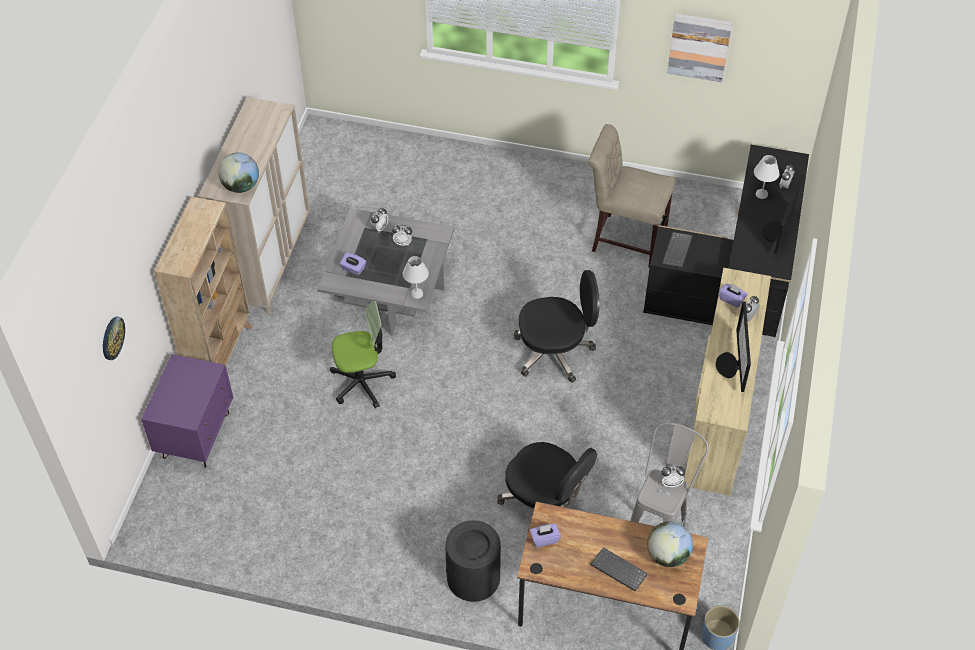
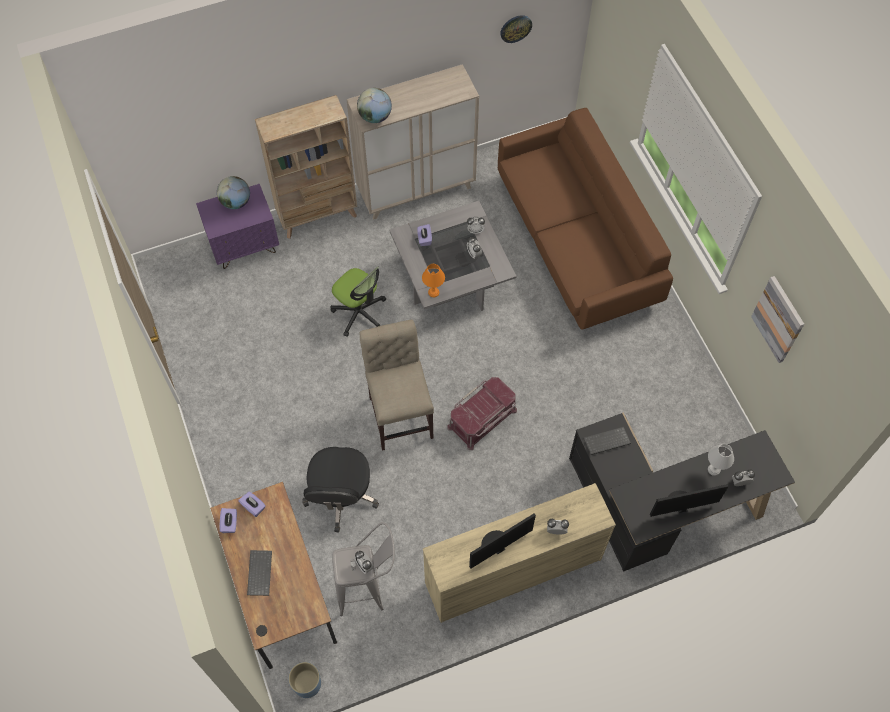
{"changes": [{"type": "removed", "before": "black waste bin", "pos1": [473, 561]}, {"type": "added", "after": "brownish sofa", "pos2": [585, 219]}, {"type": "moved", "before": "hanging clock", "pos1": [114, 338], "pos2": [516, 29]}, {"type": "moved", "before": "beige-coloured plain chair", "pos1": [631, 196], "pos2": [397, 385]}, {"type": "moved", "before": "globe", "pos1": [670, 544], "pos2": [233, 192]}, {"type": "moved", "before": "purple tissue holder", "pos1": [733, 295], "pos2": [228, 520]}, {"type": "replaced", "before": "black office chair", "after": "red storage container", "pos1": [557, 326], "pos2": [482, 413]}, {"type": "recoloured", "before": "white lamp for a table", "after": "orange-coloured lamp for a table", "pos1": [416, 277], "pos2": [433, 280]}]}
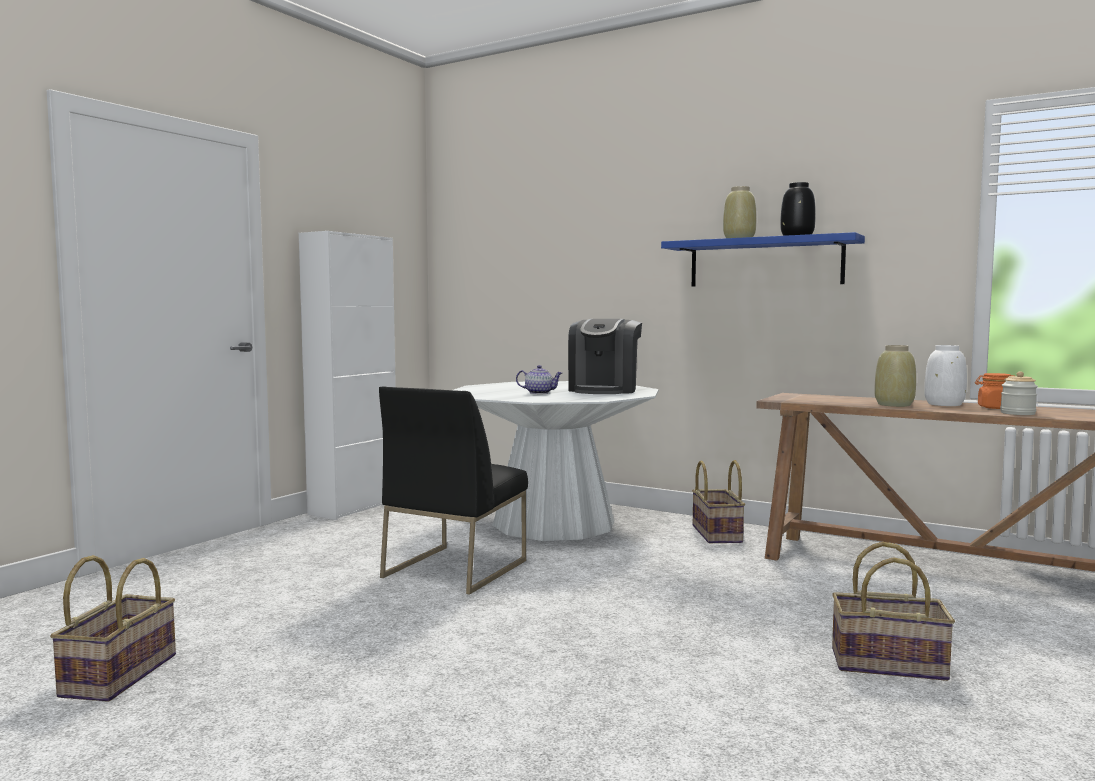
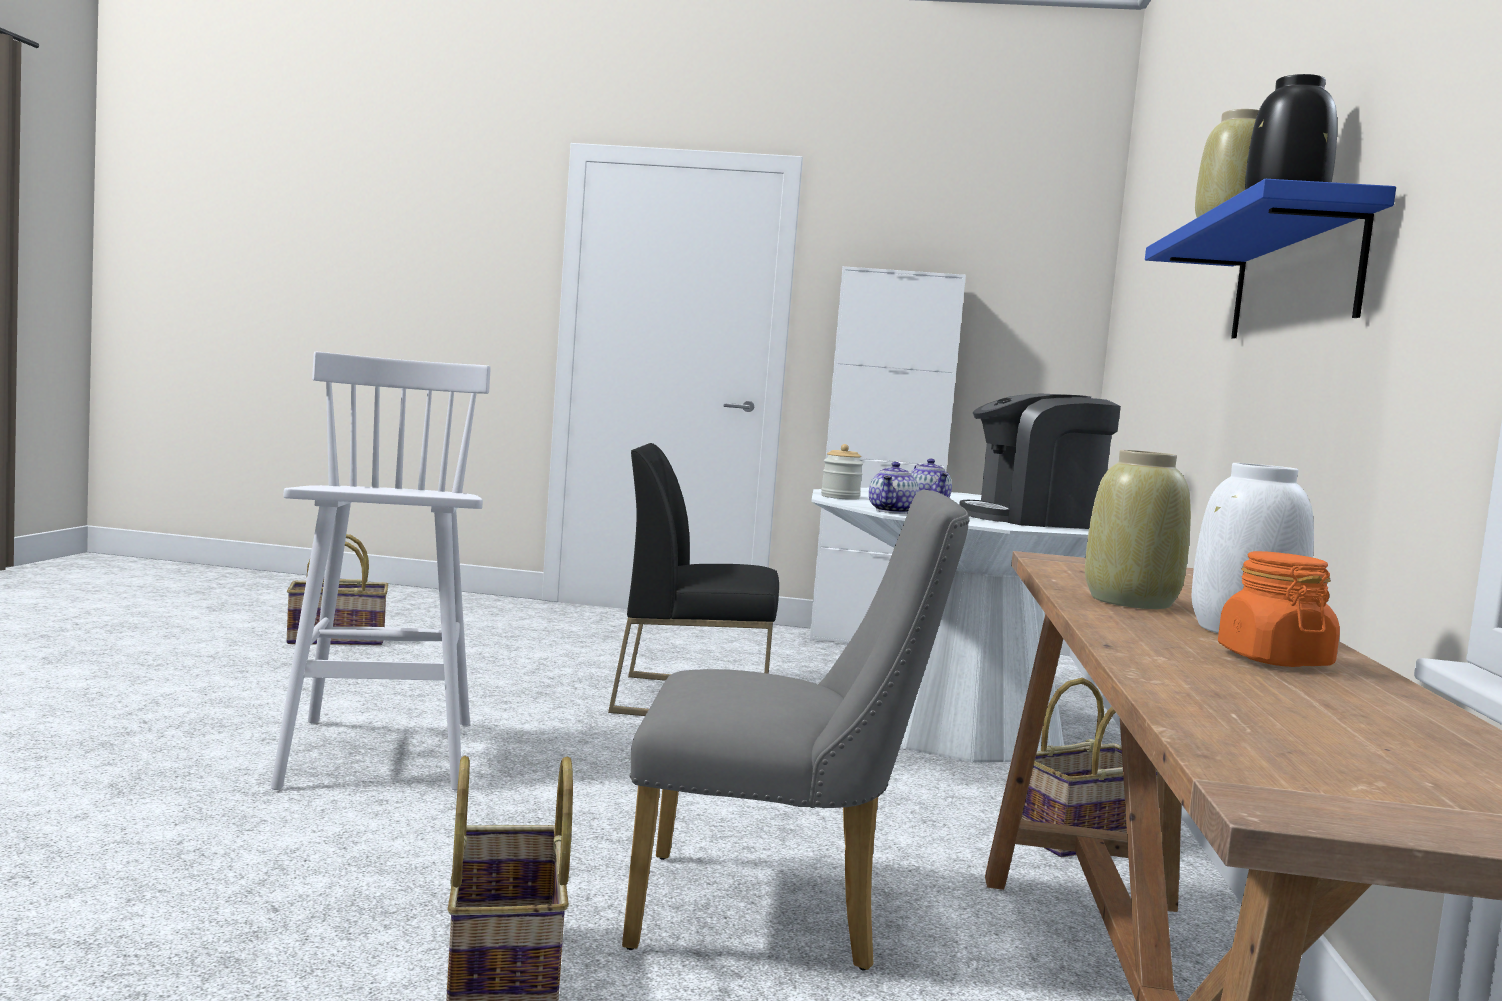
{"changes": [{"type": "added", "after": "white sitting stool", "pos2": [381, 571]}, {"type": "added", "after": "grey plain chair", "pos2": [796, 730]}, {"type": "added", "after": "pot for tea", "pos2": [894, 488]}, {"type": "moved", "before": "jar", "pos1": [1019, 393], "pos2": [842, 472]}]}
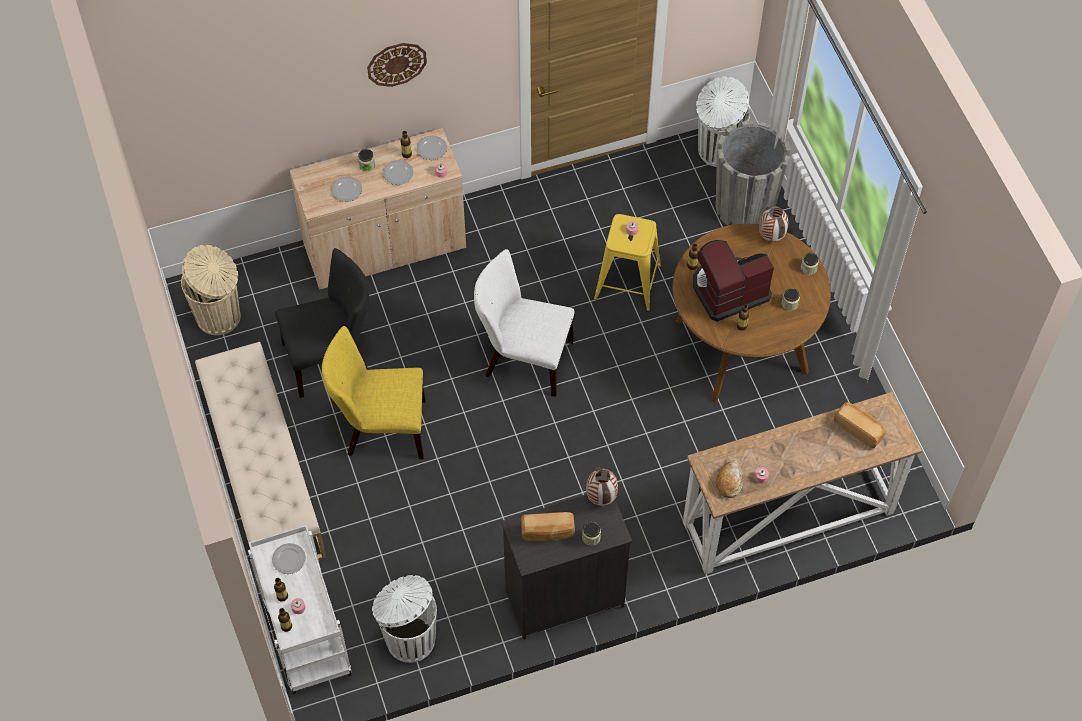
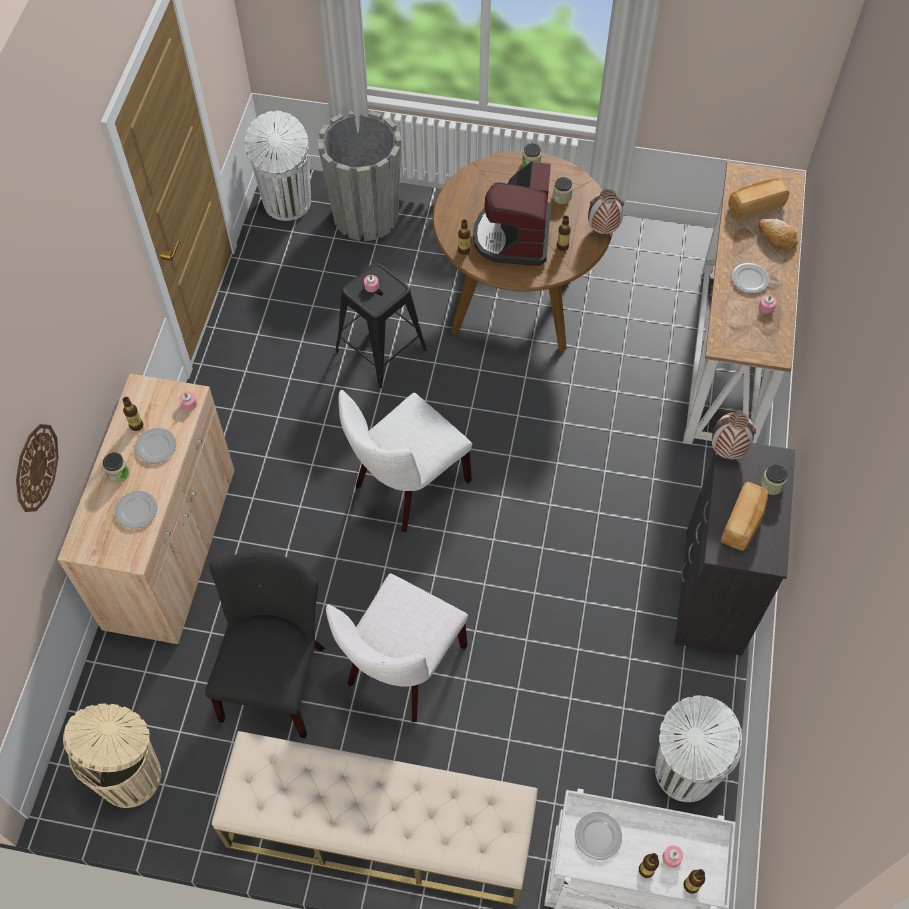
{"changes": [{"type": "moved", "before": "hanging clock", "pos1": [397, 65], "pos2": [37, 468]}, {"type": "moved", "before": "flat dish", "pos1": [432, 148], "pos2": [750, 278]}, {"type": "moved", "before": "bread", "pos1": [730, 479], "pos2": [778, 234]}, {"type": "moved", "before": "decorative vase", "pos1": [773, 224], "pos2": [606, 211]}, {"type": "recoloured", "before": "yellowish plain chair", "after": "white plain chair", "pos1": [373, 392], "pos2": [397, 647]}, {"type": "recoloured", "before": "yellowish sitting stool", "after": "black sitting stool", "pos1": [627, 262], "pos2": [381, 325]}]}
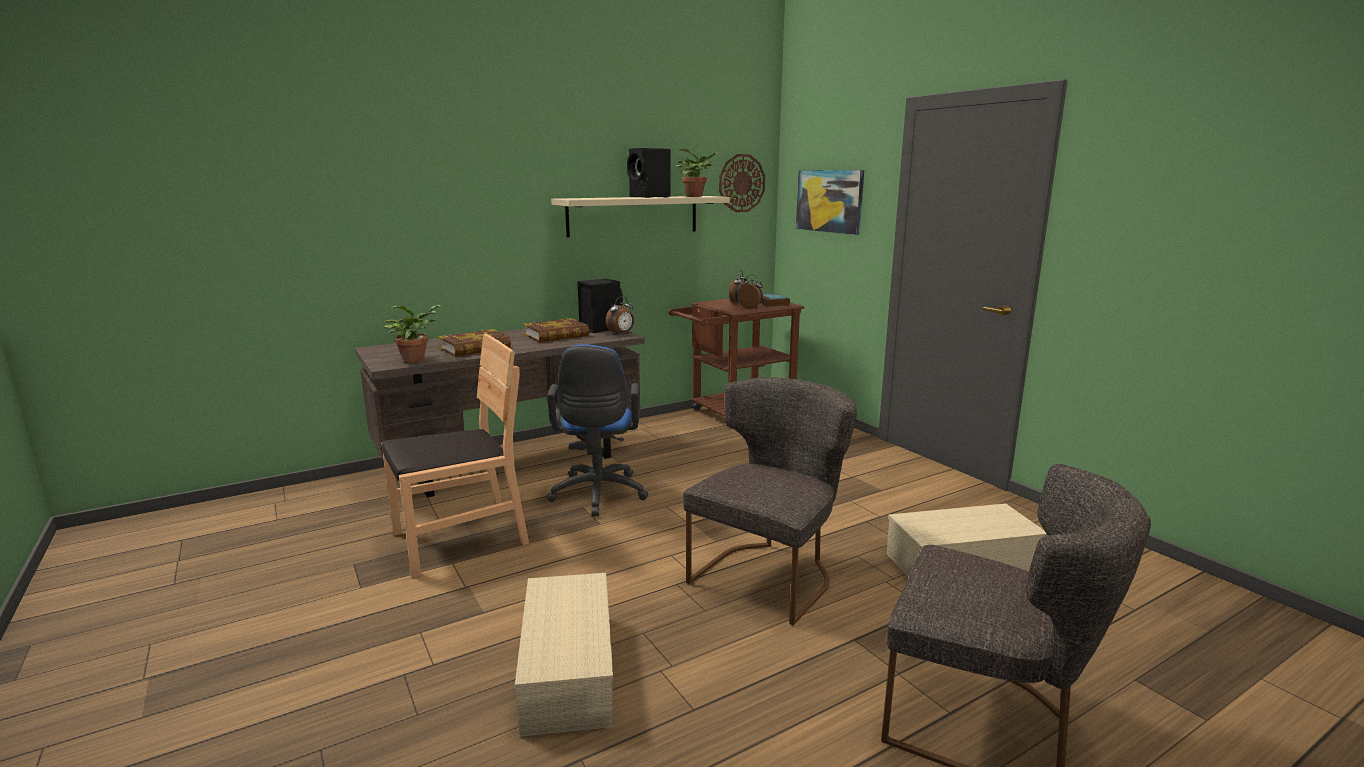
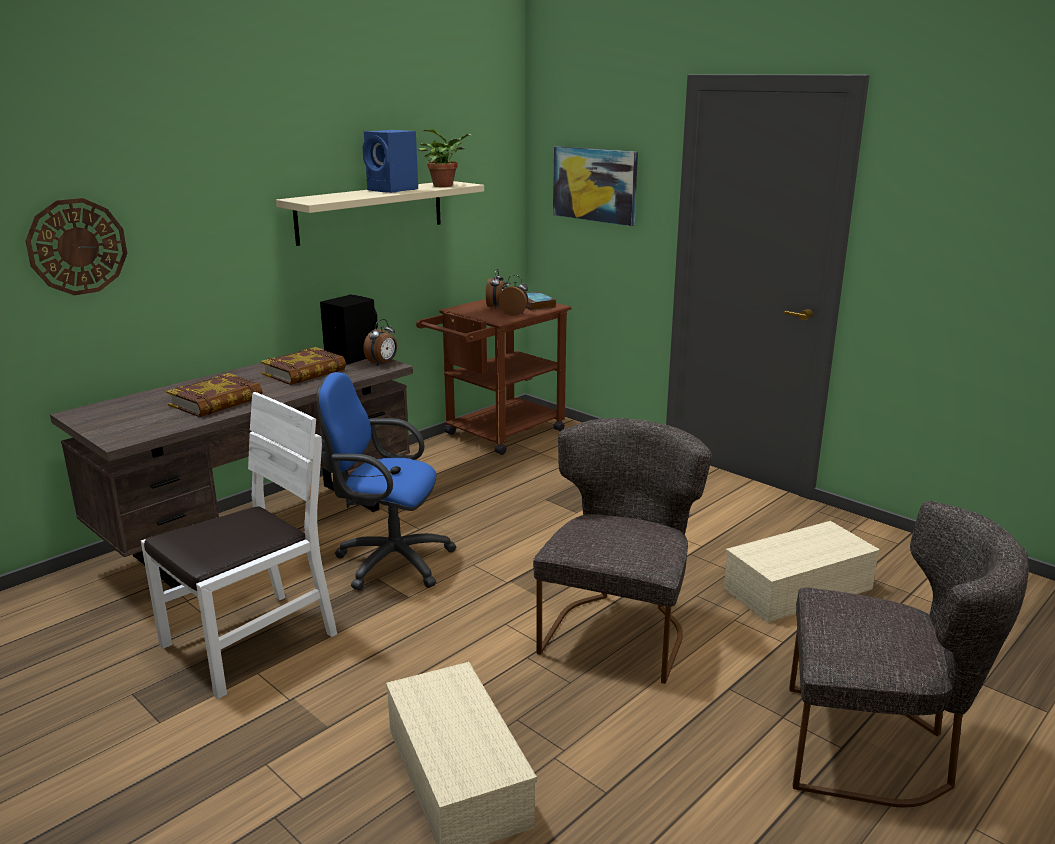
{"changes": [{"type": "removed", "before": "houseplant", "pos1": [413, 334]}, {"type": "moved", "before": "hanging clock", "pos1": [742, 183], "pos2": [76, 247]}, {"type": "recoloured", "before": "brownish plain chair", "after": "white plain chair", "pos1": [455, 456], "pos2": [239, 545]}, {"type": "recoloured", "before": "black speaker", "after": "bluish speaker", "pos1": [649, 173], "pos2": [390, 161]}, {"type": "turned", "before": "bluish office chair", "pos1": [597, 430], "pos2": [386, 481], "turn": 120}]}
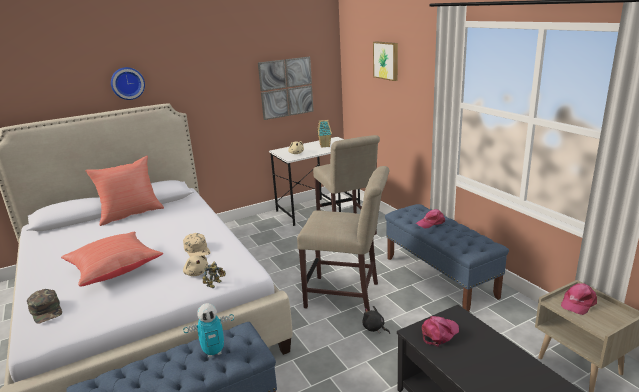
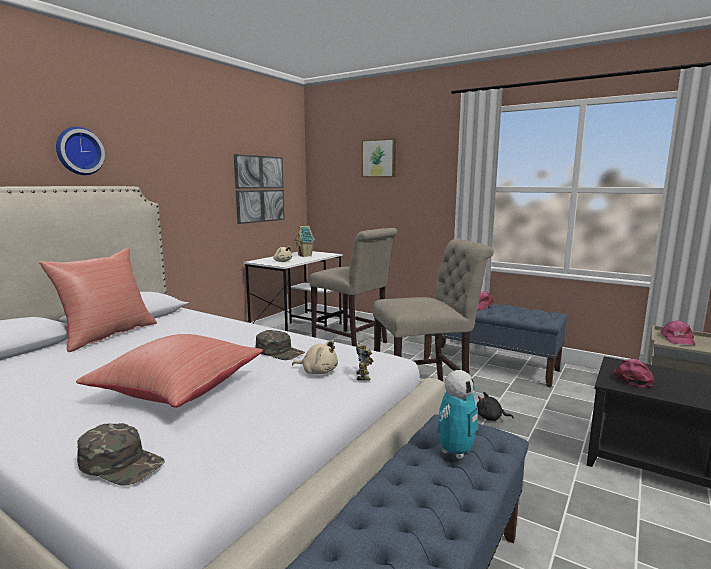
{"changes": [{"type": "recoloured", "before": "beige-coloured peaked cap", "after": "green peaked cap", "pos1": [197, 245], "pos2": [280, 345]}]}
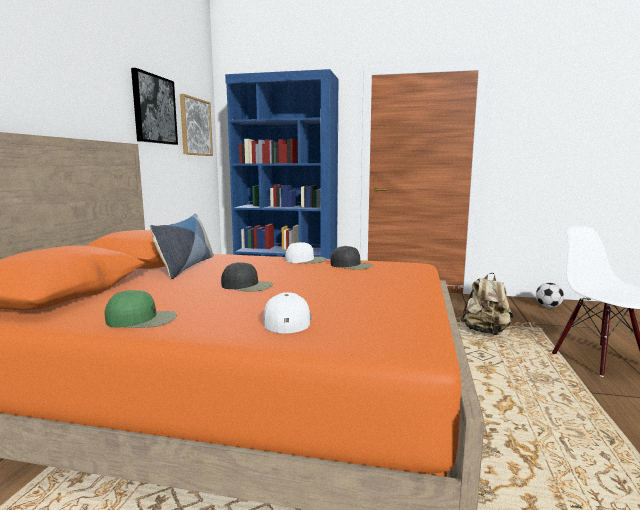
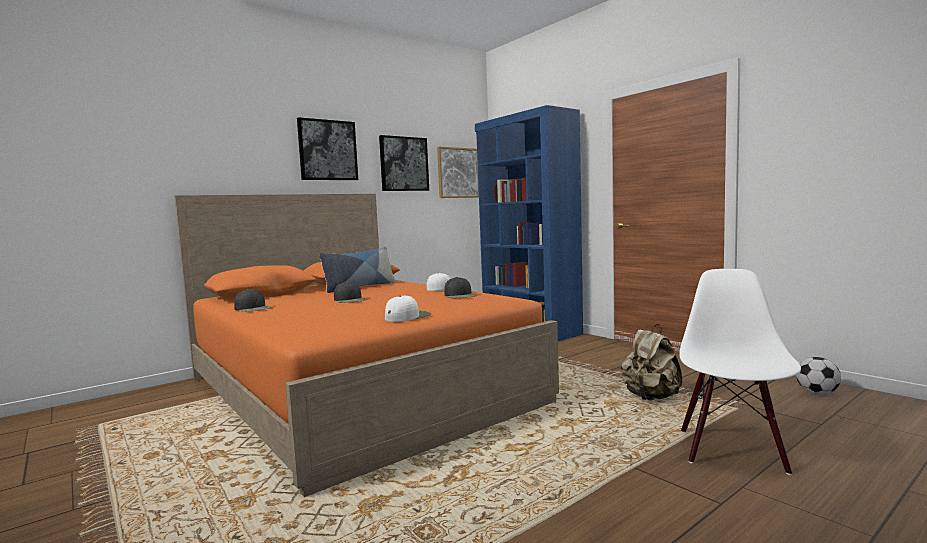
{"changes": [{"type": "added", "after": "wall art", "pos2": [327, 148]}, {"type": "moved", "before": "white peaked cap", "pos1": [287, 313], "pos2": [408, 309]}, {"type": "recoloured", "before": "green peaked cap", "after": "black peaked cap", "pos1": [141, 309], "pos2": [253, 300]}]}
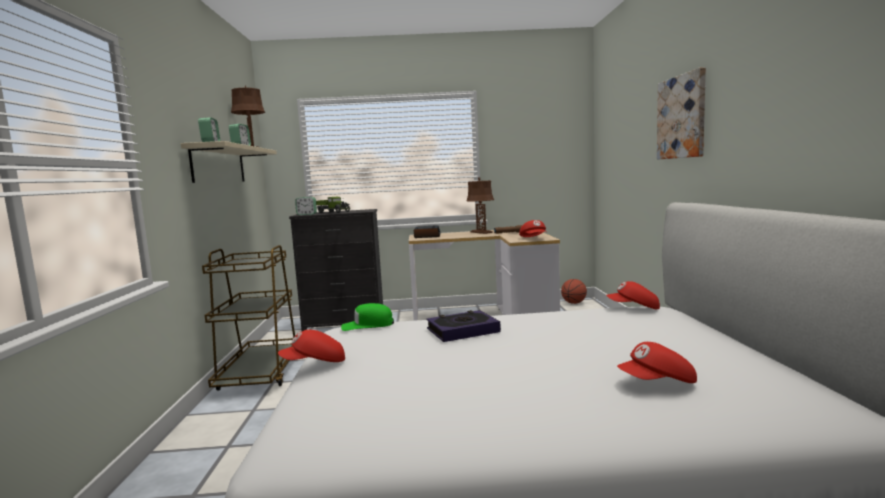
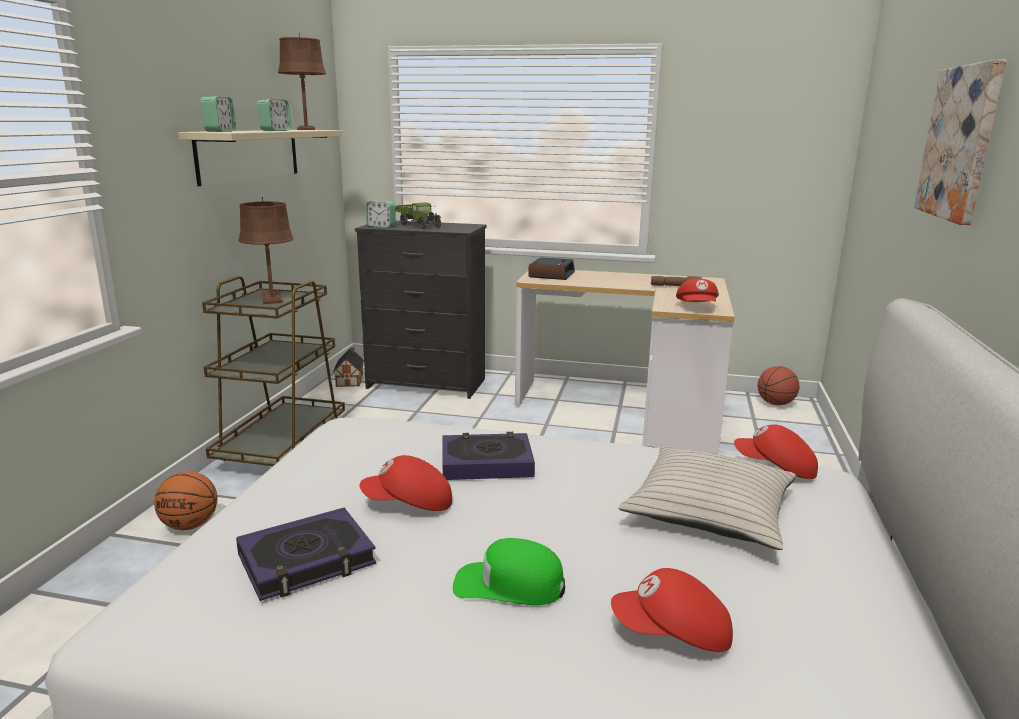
{"changes": [{"type": "added", "after": "basketball ball", "pos2": [186, 500]}, {"type": "added", "after": "bound book", "pos2": [306, 554]}, {"type": "added", "after": "toy house", "pos2": [348, 367]}, {"type": "added", "after": "beige-coloured throw pillow", "pos2": [707, 497]}, {"type": "moved", "before": "red peaked cap", "pos1": [311, 346], "pos2": [406, 483]}, {"type": "moved", "before": "green peaked cap", "pos1": [367, 317], "pos2": [509, 571]}, {"type": "moved", "before": "brownish lamp for a table", "pos1": [480, 205], "pos2": [266, 250]}]}
